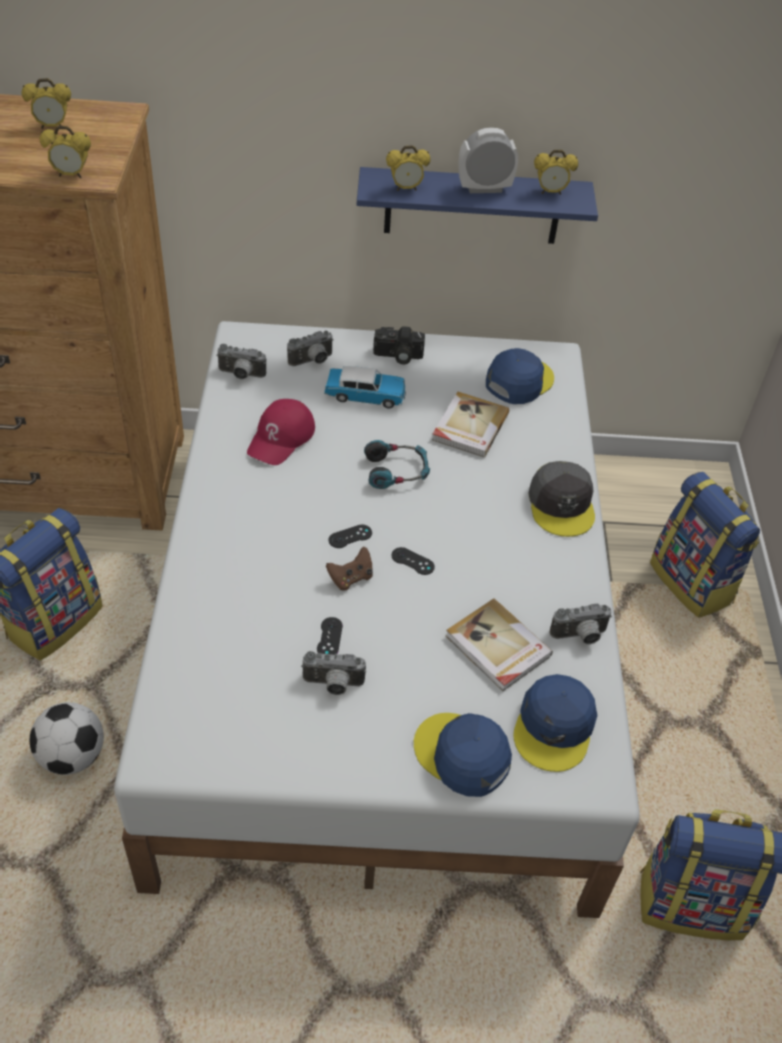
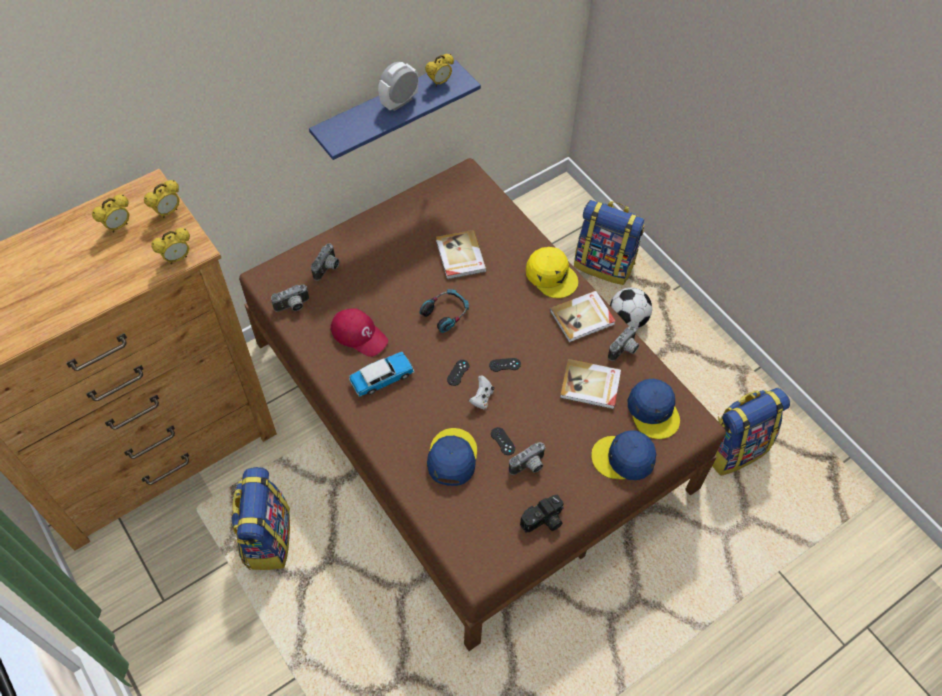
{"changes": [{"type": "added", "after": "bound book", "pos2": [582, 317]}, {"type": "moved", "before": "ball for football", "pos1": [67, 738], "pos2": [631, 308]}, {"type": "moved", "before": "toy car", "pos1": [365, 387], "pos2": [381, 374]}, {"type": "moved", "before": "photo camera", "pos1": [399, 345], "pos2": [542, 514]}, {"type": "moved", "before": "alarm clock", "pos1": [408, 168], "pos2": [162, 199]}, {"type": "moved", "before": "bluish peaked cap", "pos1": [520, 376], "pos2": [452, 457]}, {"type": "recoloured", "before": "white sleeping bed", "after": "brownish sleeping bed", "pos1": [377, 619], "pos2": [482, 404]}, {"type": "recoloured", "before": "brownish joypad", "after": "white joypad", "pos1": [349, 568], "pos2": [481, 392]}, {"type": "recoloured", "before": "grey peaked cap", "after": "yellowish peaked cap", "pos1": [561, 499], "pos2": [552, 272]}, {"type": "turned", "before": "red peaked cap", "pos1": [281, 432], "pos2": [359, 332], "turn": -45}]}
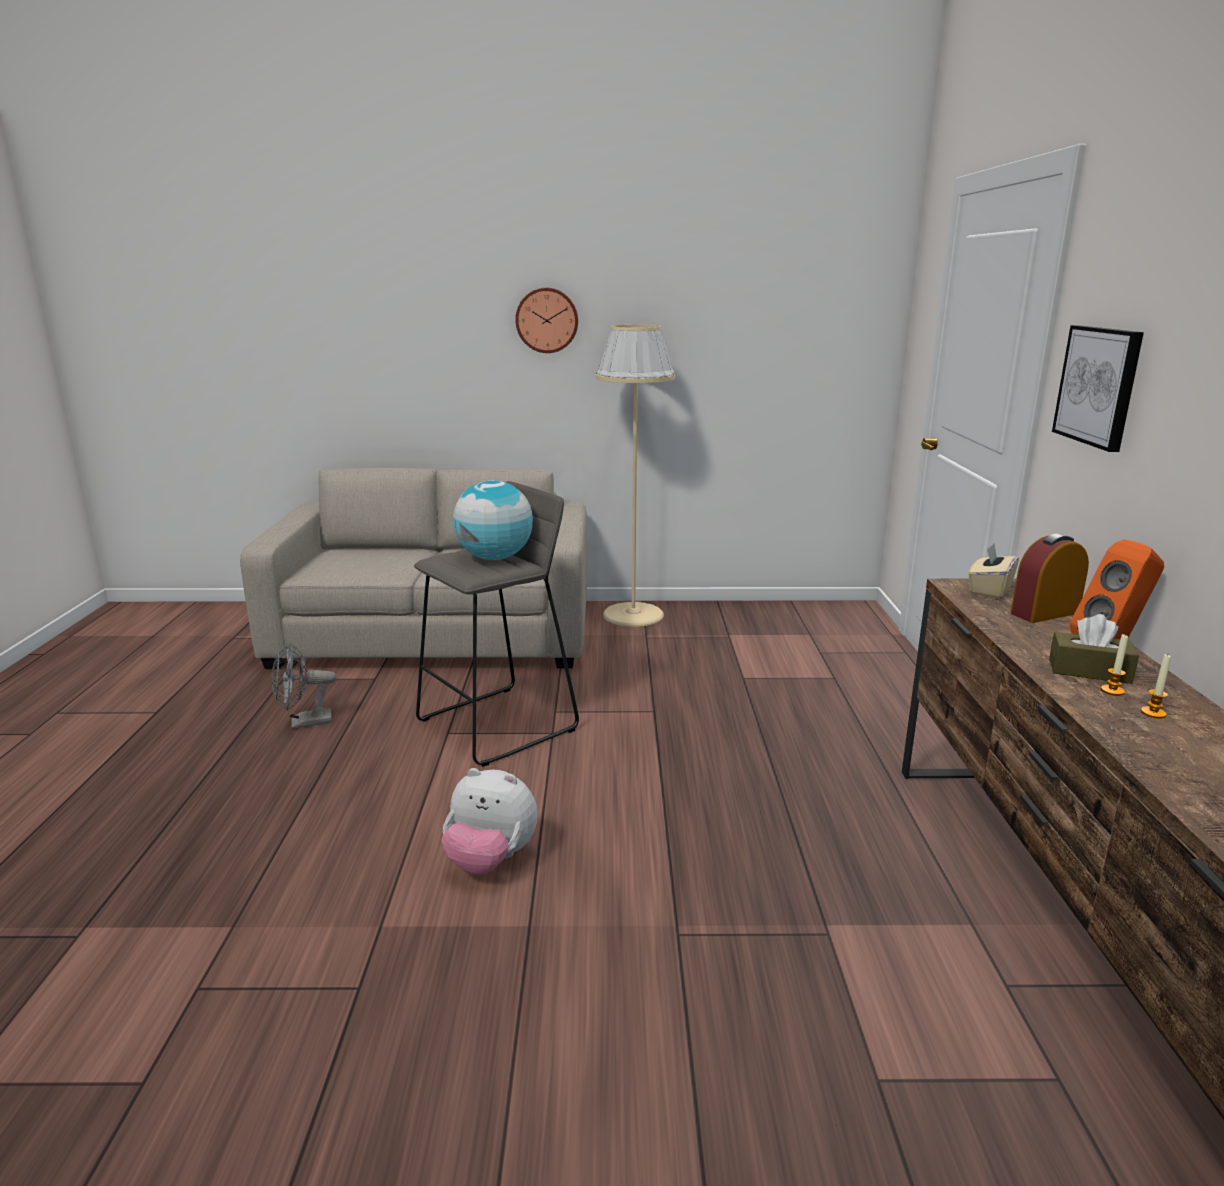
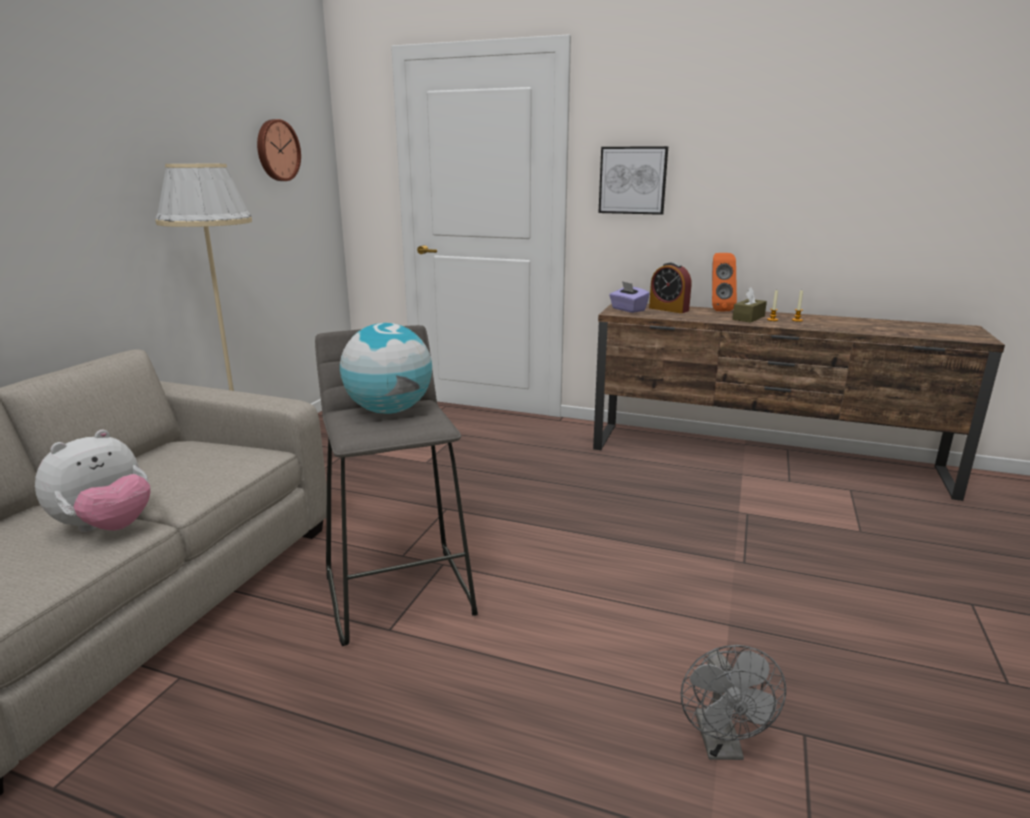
{"changes": [{"type": "moved", "before": "grey fan", "pos1": [303, 686], "pos2": [733, 702]}, {"type": "moved", "before": "plush toy", "pos1": [489, 821], "pos2": [93, 480]}, {"type": "moved", "before": "hanging clock", "pos1": [546, 320], "pos2": [279, 150]}, {"type": "recoloured", "before": "beige-coloured tissue holder", "after": "purple tissue holder", "pos1": [993, 571], "pos2": [629, 297]}, {"type": "turned", "before": "alarm clock", "pos1": [1050, 578], "pos2": [670, 287], "turn": -45}]}
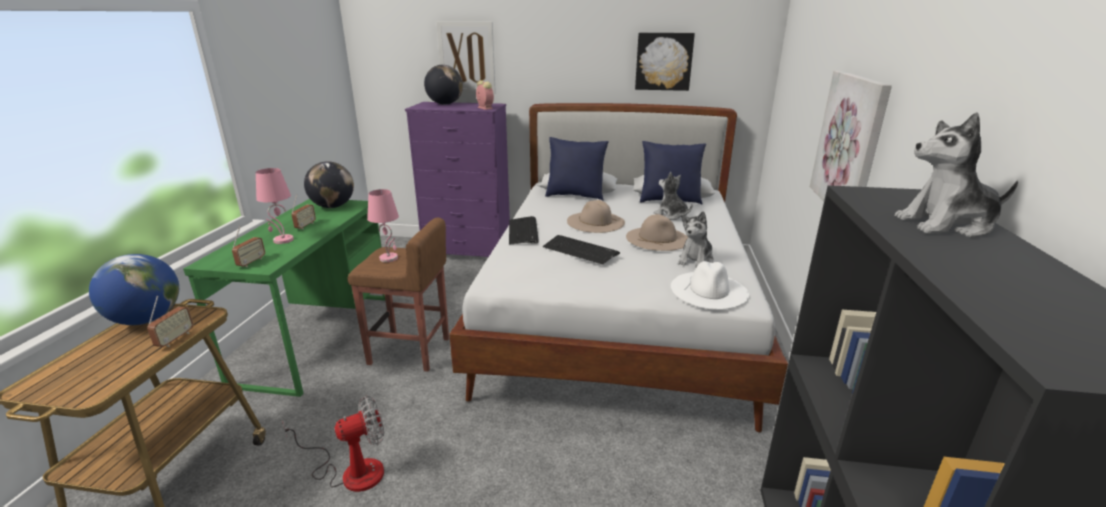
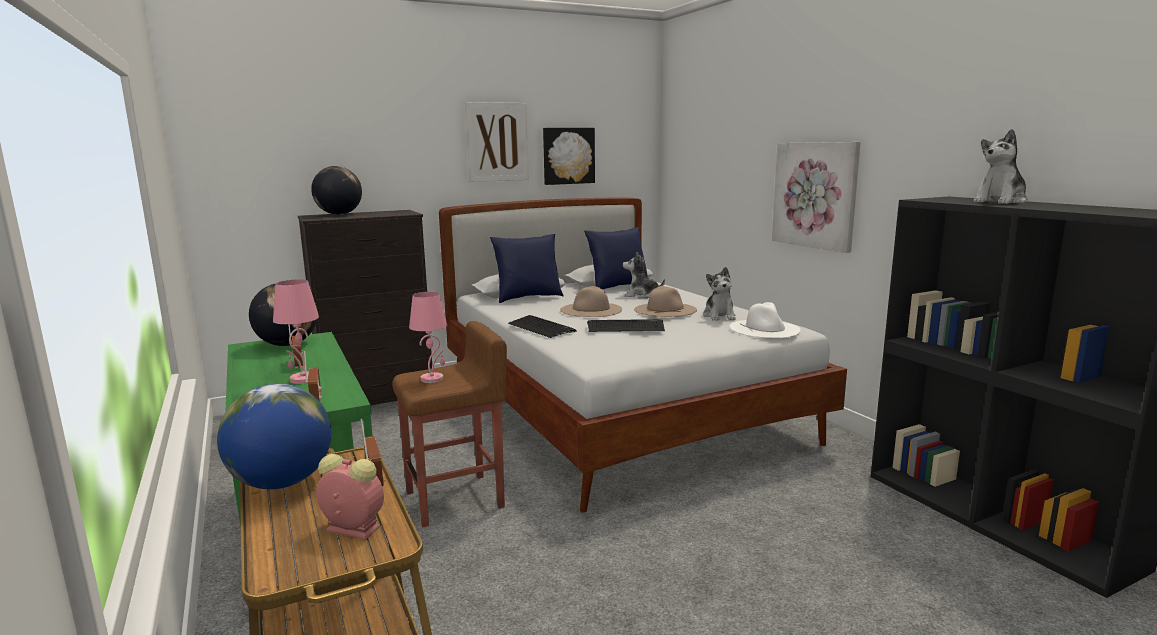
{"changes": [{"type": "removed", "before": "fan", "pos1": [333, 444]}, {"type": "moved", "before": "wall art", "pos1": [466, 57], "pos2": [497, 142]}, {"type": "moved", "before": "alarm clock", "pos1": [485, 95], "pos2": [350, 496]}, {"type": "recoloured", "before": "purple dresser", "after": "black dresser", "pos1": [457, 179], "pos2": [365, 307]}]}
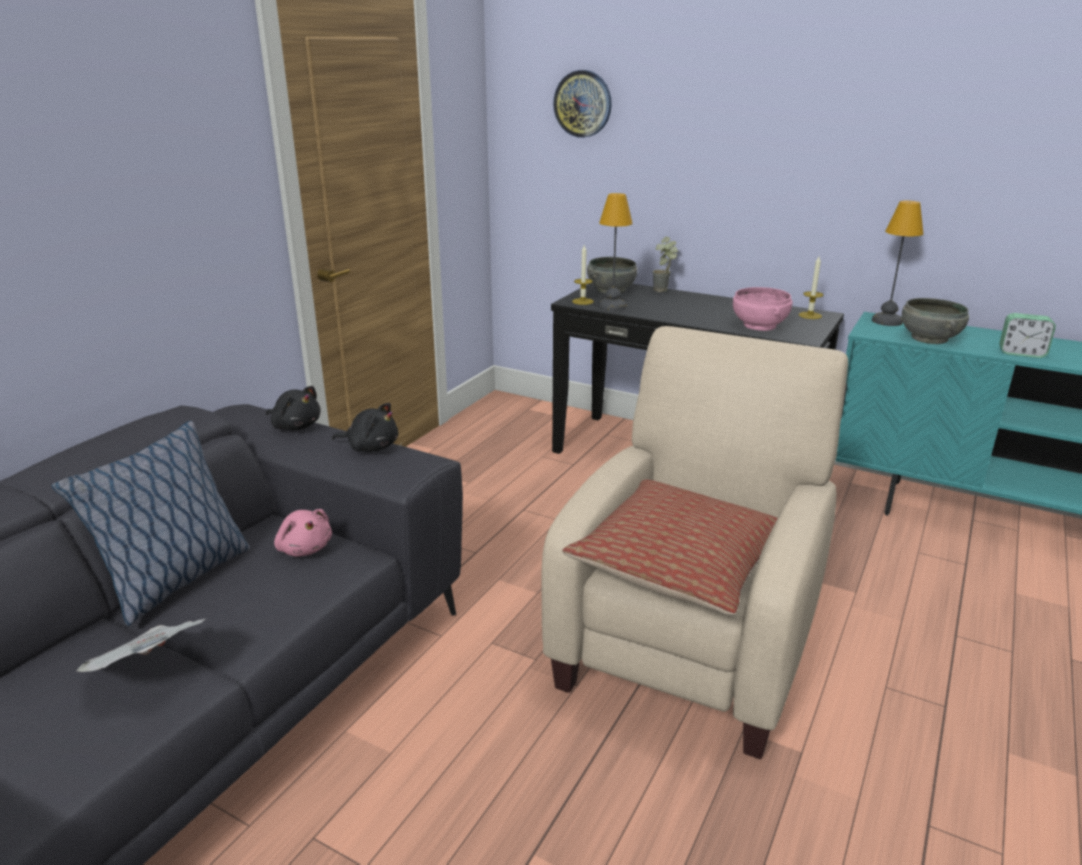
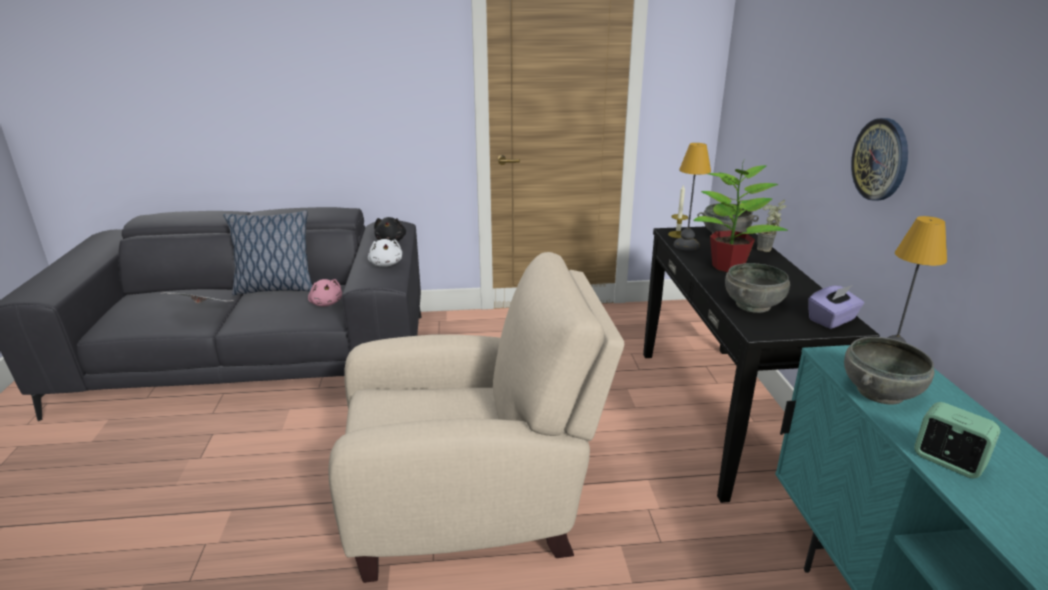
{"changes": [{"type": "removed", "before": "throw pillow", "pos1": [669, 547]}, {"type": "added", "after": "houseplant", "pos2": [740, 215]}, {"type": "moved", "before": "hanging clock", "pos1": [582, 104], "pos2": [879, 159]}, {"type": "replaced", "before": "wax light", "after": "purple tissue holder", "pos1": [811, 287], "pos2": [836, 307]}, {"type": "recoloured", "before": "black plush toy", "after": "white plush toy", "pos1": [365, 427], "pos2": [385, 253]}, {"type": "recoloured", "before": "pink deep dish", "after": "grey deep dish", "pos1": [763, 309], "pos2": [757, 288]}, {"type": "turned", "before": "pink plush toy", "pos1": [303, 533], "pos2": [325, 292], "turn": -45}, {"type": "turned", "before": "alarm clock", "pos1": [1027, 335], "pos2": [957, 440], "turn": 150}]}
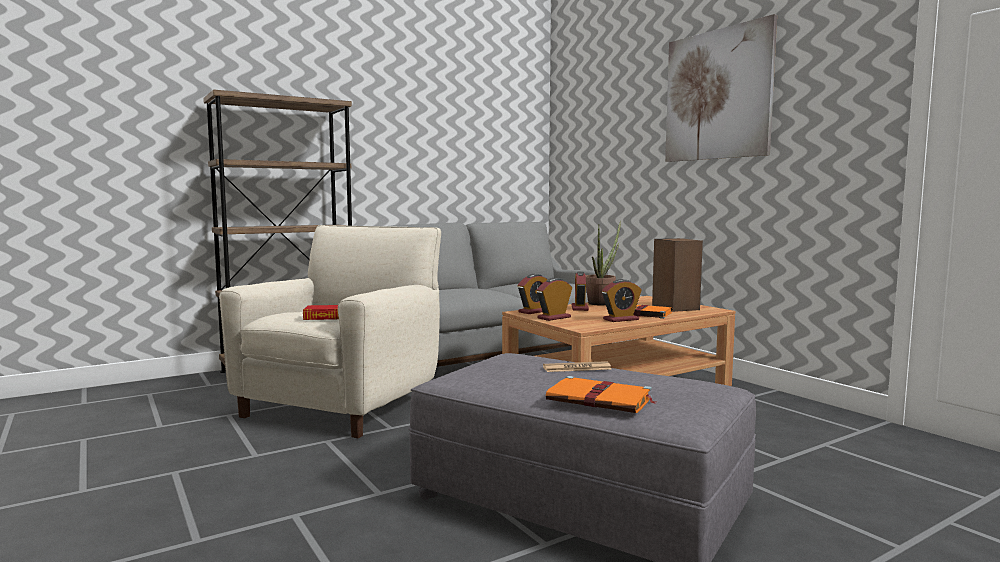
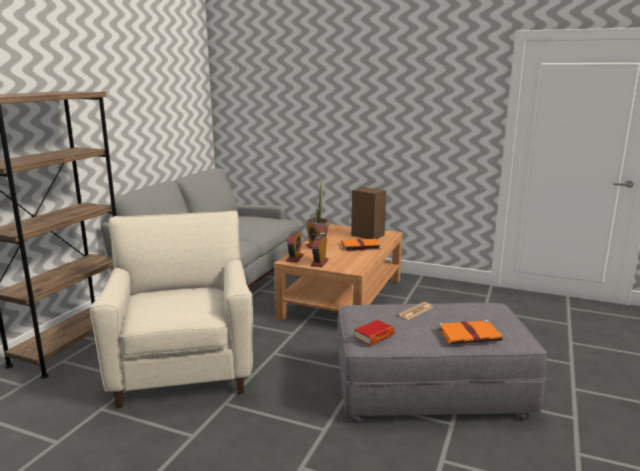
{"changes": [{"type": "removed", "before": "alarm clock", "pos1": [622, 300]}, {"type": "removed", "before": "wall art", "pos1": [721, 88]}, {"type": "moved", "before": "bound book", "pos1": [321, 312], "pos2": [374, 333]}]}
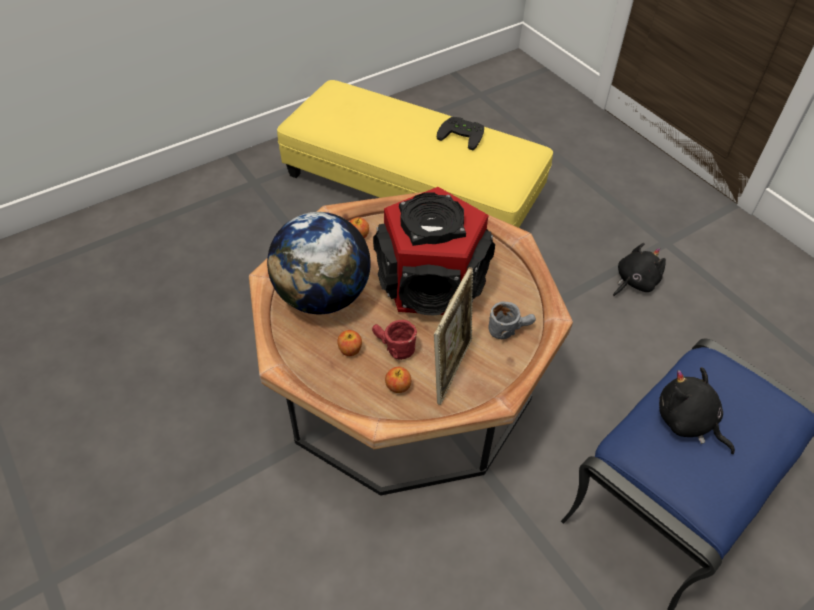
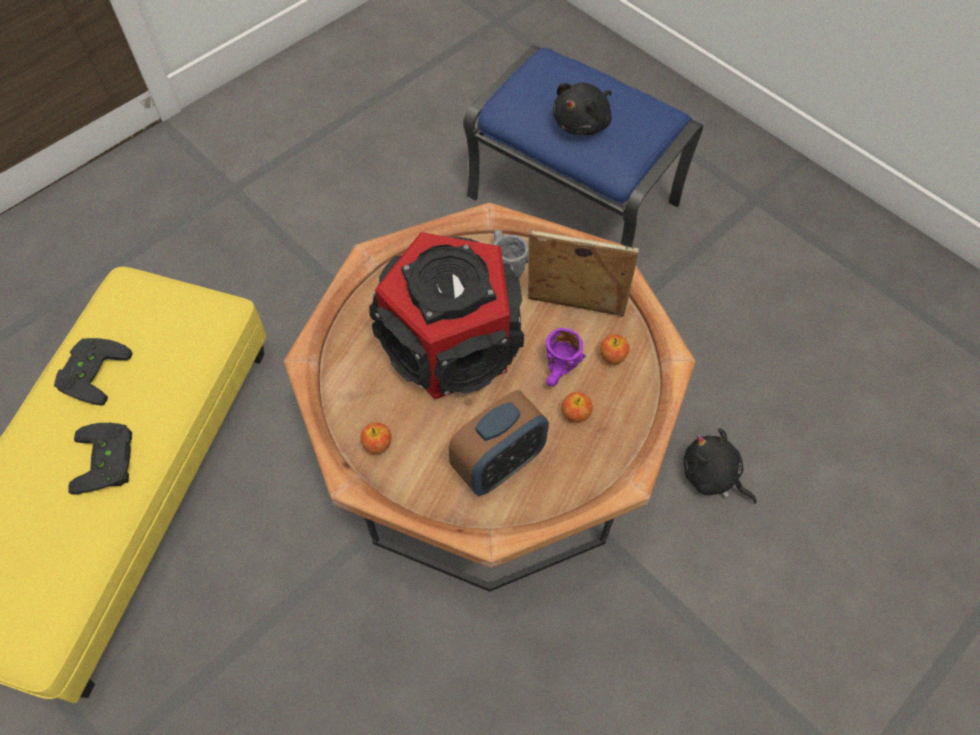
{"changes": [{"type": "added", "after": "black joypad", "pos2": [100, 458]}, {"type": "moved", "before": "black plush toy", "pos1": [639, 270], "pos2": [720, 466]}, {"type": "replaced", "before": "globe", "after": "alarm clock", "pos1": [319, 263], "pos2": [498, 443]}, {"type": "recoloured", "before": "red coffee mug", "after": "purple coffee mug", "pos1": [394, 340], "pos2": [566, 357]}]}
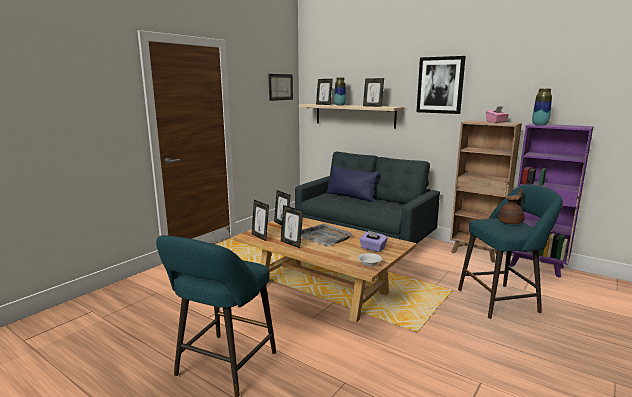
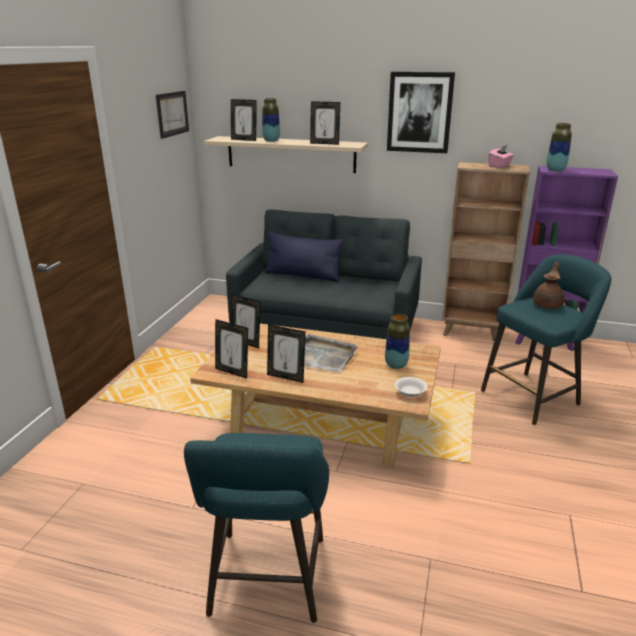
{"changes": [{"type": "replaced", "before": "purple tissue holder", "after": "decorative vase", "pos1": [373, 241], "pos2": [397, 341]}]}
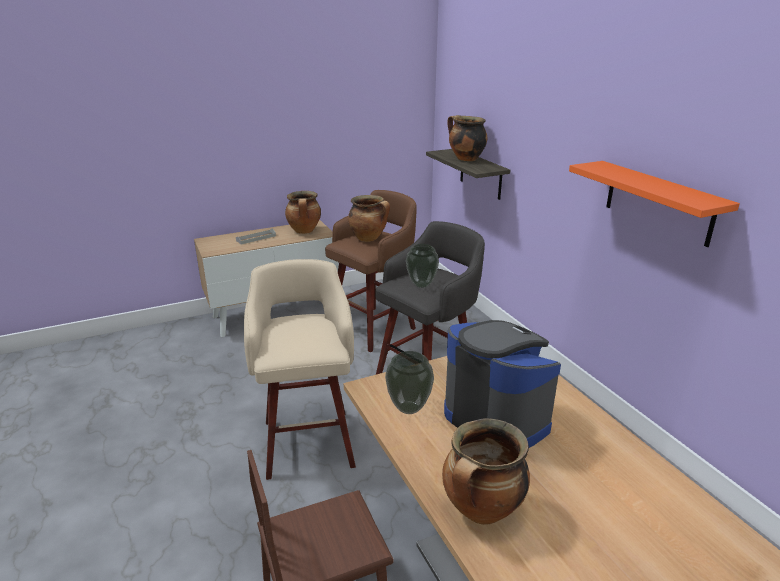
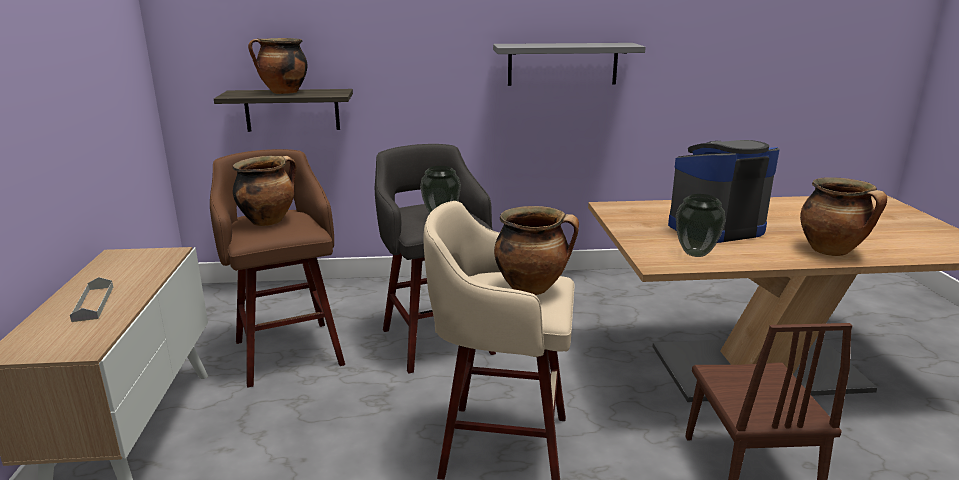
{"changes": [{"type": "moved", "before": "cooking pot", "pos1": [303, 212], "pos2": [536, 250]}, {"type": "recoloured", "before": "orange-coloured wall shelf", "after": "grey wall shelf", "pos1": [654, 204], "pos2": [569, 64]}]}
